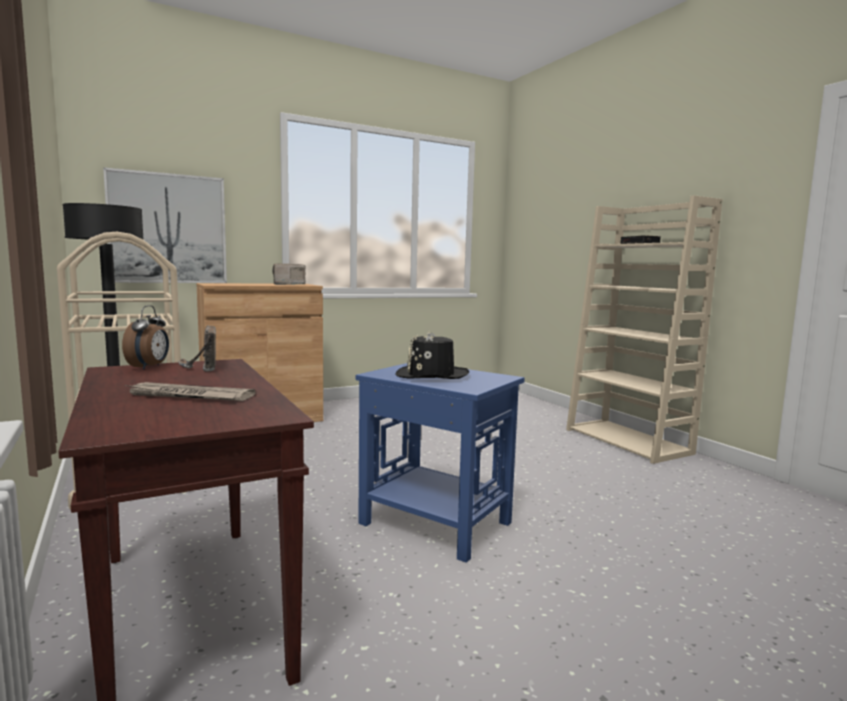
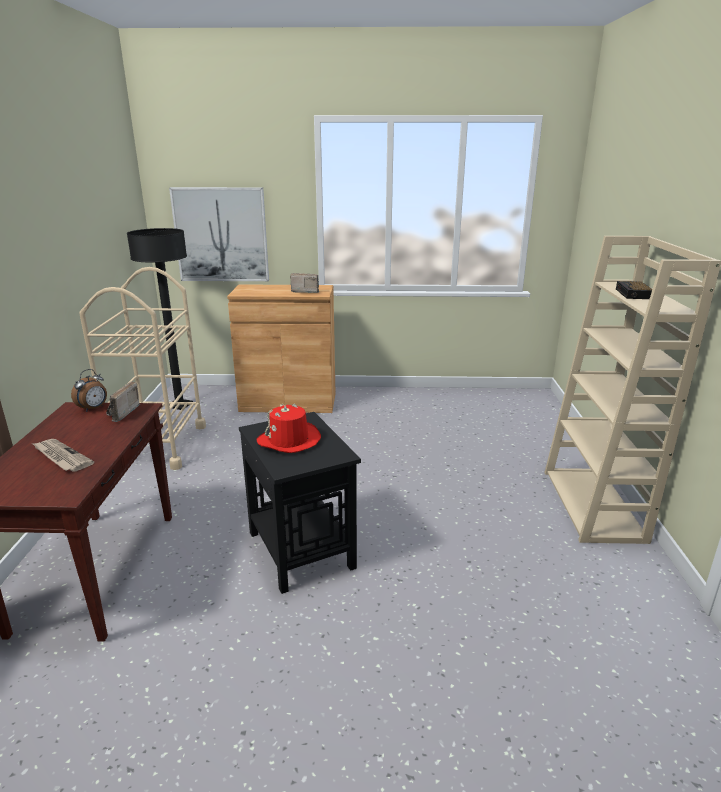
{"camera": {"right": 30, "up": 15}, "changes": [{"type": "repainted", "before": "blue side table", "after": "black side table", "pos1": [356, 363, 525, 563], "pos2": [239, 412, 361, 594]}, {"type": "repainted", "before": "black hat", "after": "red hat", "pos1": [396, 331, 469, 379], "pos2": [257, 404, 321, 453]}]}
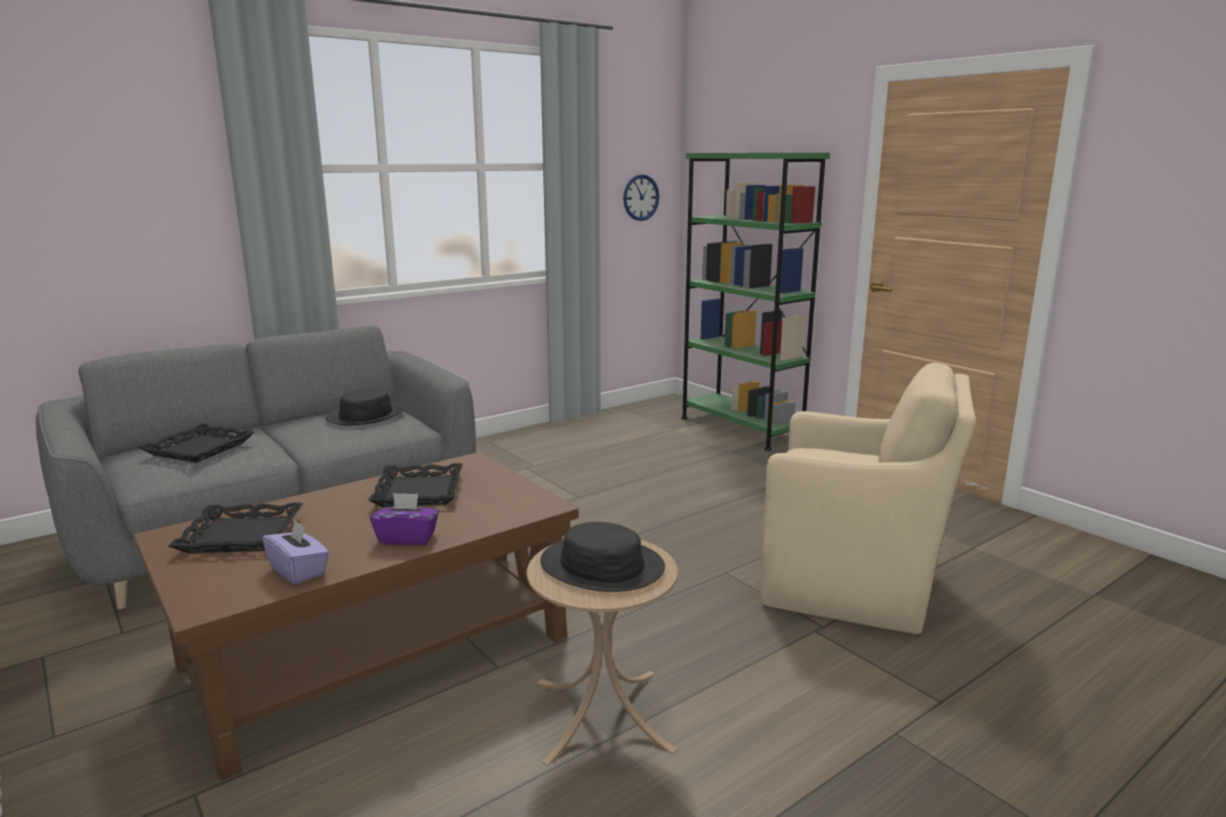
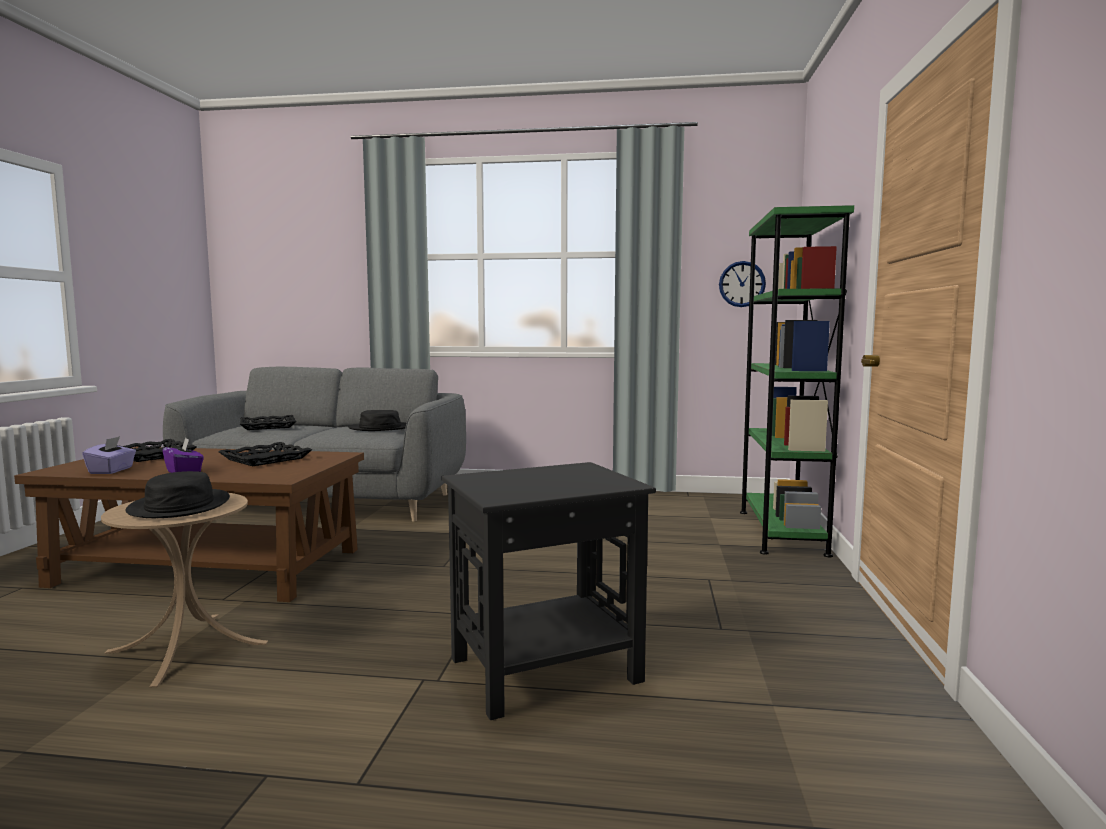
{"camera": {"right": 45, "up": -10}, "changes": [{"type": "swapped", "before": "beige armchair", "after": "black side table", "pos1": [761, 363, 976, 634], "pos2": [442, 462, 656, 720]}]}
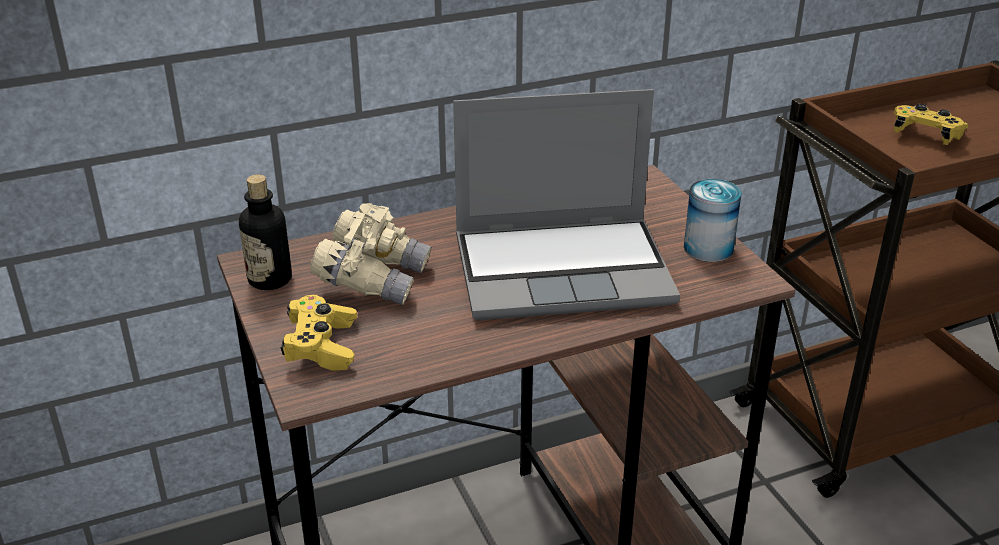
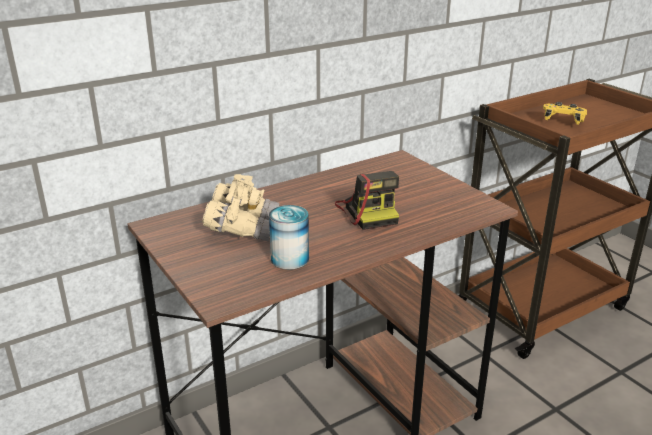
{"camera": {"right": -10, "up": -5}, "changes": [{"type": "shifted", "before": "can", "pos1": [684, 179, 742, 262], "pos2": [269, 205, 309, 269]}, {"type": "swapped", "before": "laptop", "after": "photo camera", "pos1": [453, 89, 680, 320], "pos2": [335, 171, 399, 230]}, {"type": "gone", "before": "bottle", "pos1": [239, 175, 292, 290]}, {"type": "gone", "before": "yellow game controller", "pos1": [280, 295, 357, 371]}]}
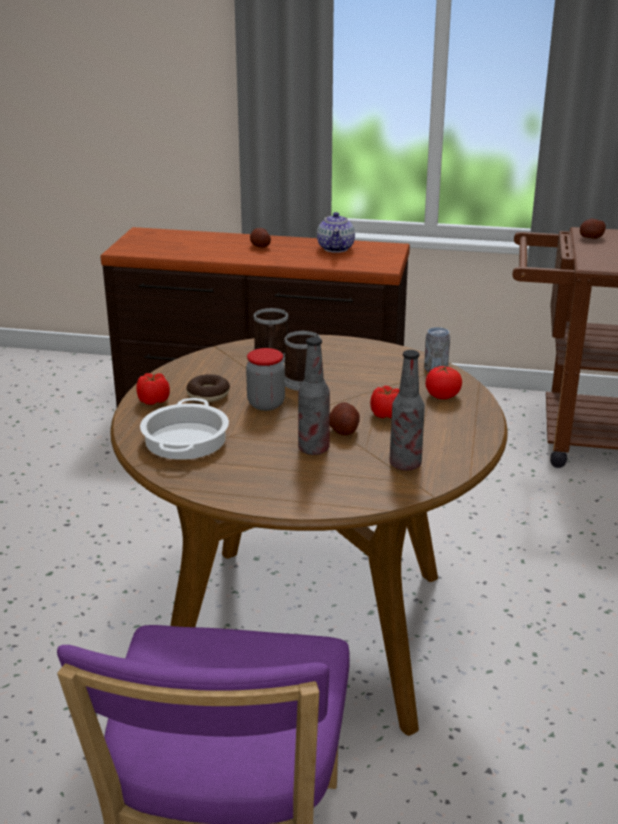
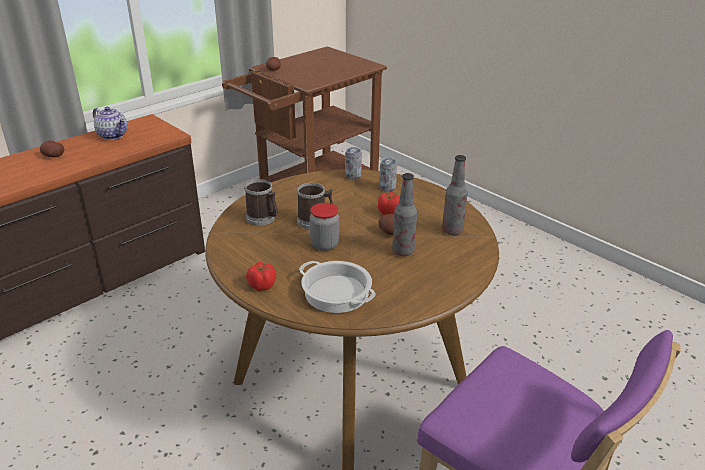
{"camera": {"right": -55, "up": 5}, "changes": [{"type": "swapped", "before": "tomato", "after": "can", "pos1": [425, 366, 462, 399], "pos2": [379, 158, 397, 191]}, {"type": "gone", "before": "donut", "pos1": [186, 374, 230, 402]}]}
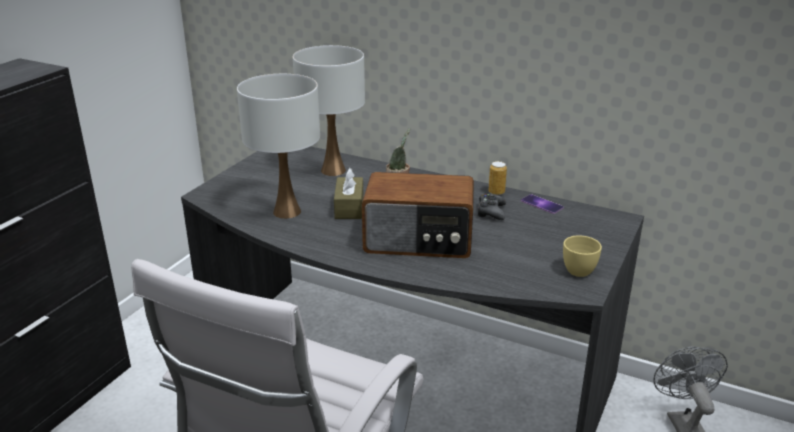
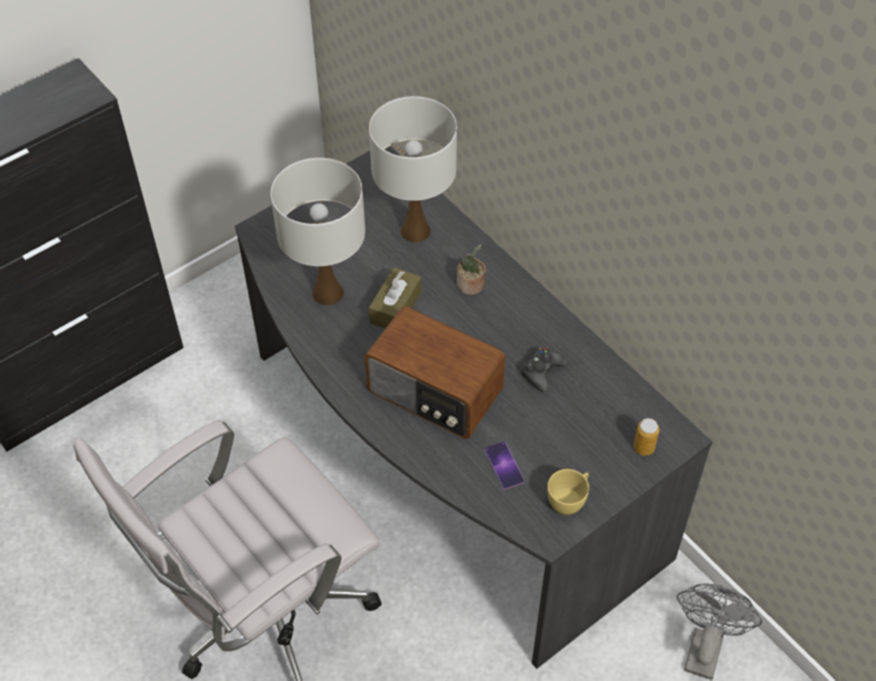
{"camera": {"right": 25, "up": 25}, "changes": [{"type": "shifted", "before": "phone", "pos1": [521, 194, 564, 214], "pos2": [484, 441, 525, 490]}, {"type": "shifted", "before": "can", "pos1": [489, 161, 507, 195], "pos2": [634, 418, 659, 456]}]}
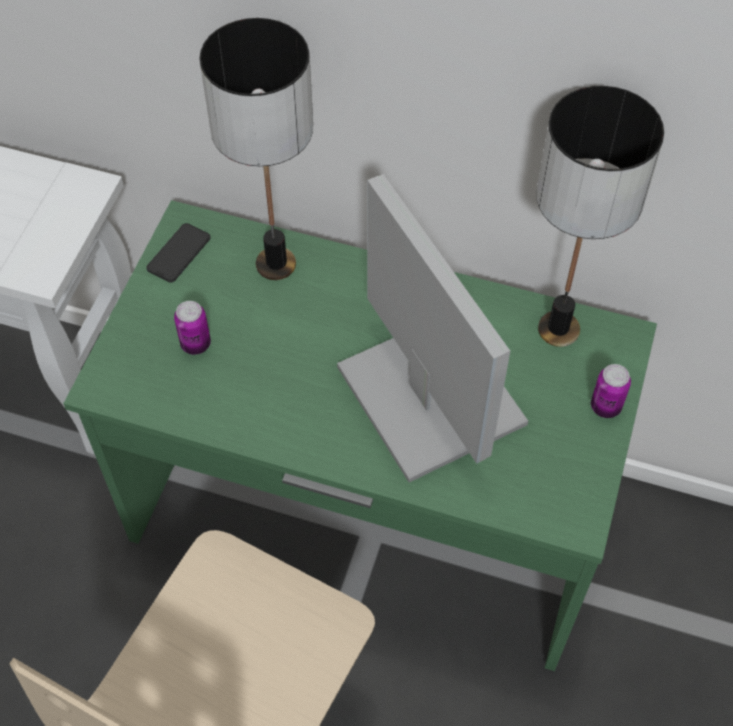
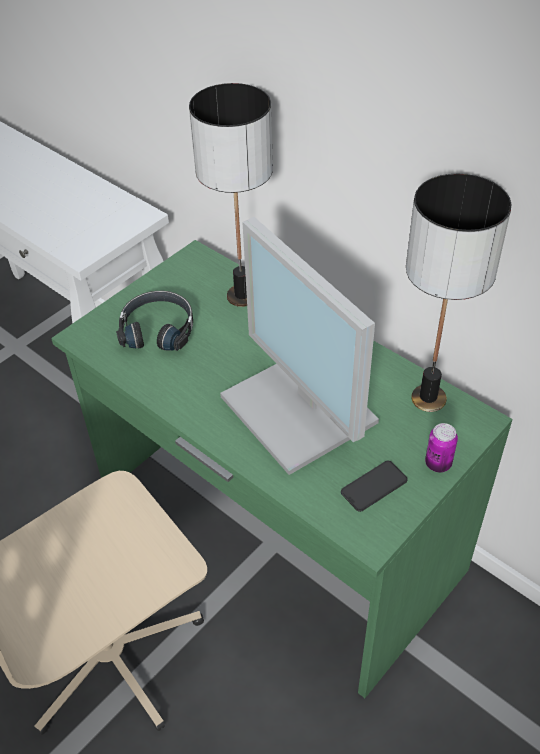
{"camera": {"right": 25, "up": -10}, "changes": [{"type": "swapped", "before": "can", "after": "black headphones", "pos1": [174, 301, 211, 355], "pos2": [116, 291, 193, 351]}, {"type": "rotated", "before": "monitor", "pos1": [337, 174, 528, 482], "pos2": [220, 217, 379, 475], "turn": 150}, {"type": "shifted", "before": "phone", "pos1": [146, 223, 210, 283], "pos2": [341, 461, 408, 512]}]}
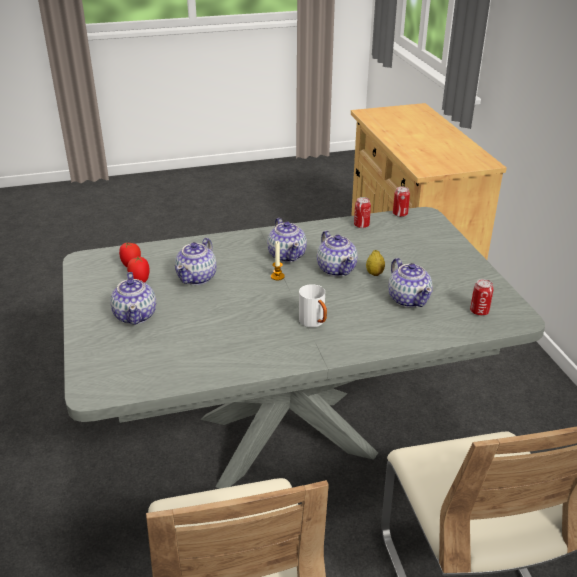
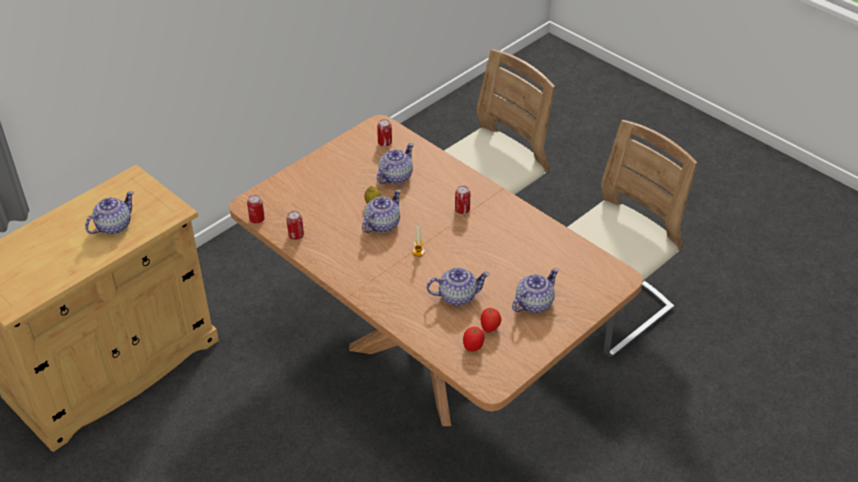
{"camera": {"right": -120, "up": 10}, "changes": [{"type": "shifted", "before": "teapot", "pos1": [267, 218, 307, 262], "pos2": [85, 191, 134, 234]}, {"type": "repainted", "before": "grey dining table", "after": "brown dining table", "pos1": [63, 207, 545, 489], "pos2": [229, 115, 643, 426]}, {"type": "swapped", "before": "white mug", "after": "can", "pos1": [299, 284, 327, 327], "pos2": [455, 186, 470, 214]}]}
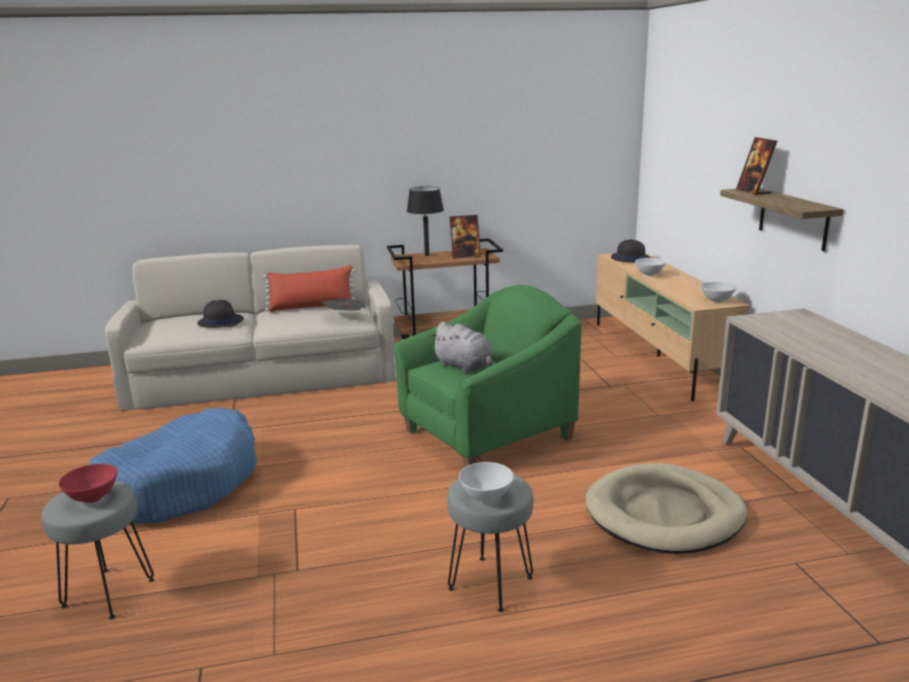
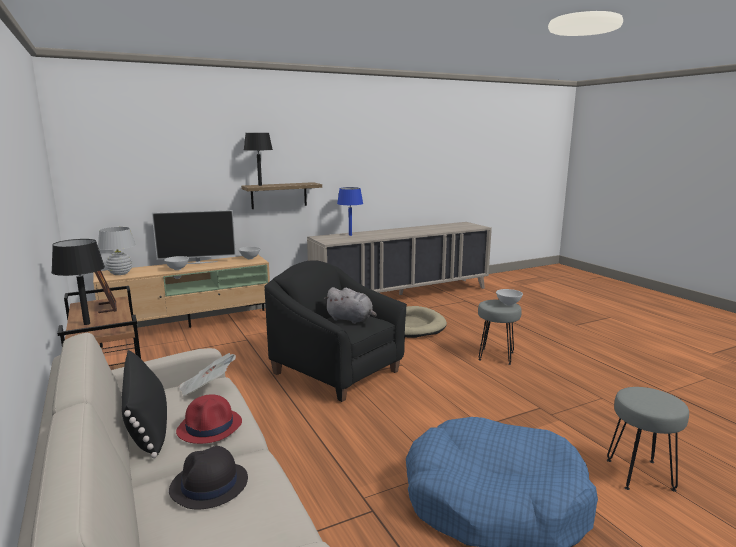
{"camera": {"right": -105, "up": -5}, "changes": [{"type": "swapped", "before": "black hat", "after": "white table lamp", "pos1": [611, 239, 650, 263], "pos2": [98, 227, 136, 275]}, {"type": "repainted", "before": "red pillow", "after": "black pillow", "pos1": [264, 265, 355, 312], "pos2": [122, 350, 167, 458]}, {"type": "new", "after": "television", "pos2": [152, 210, 236, 264]}, {"type": "new", "after": "red hat", "pos2": [176, 394, 242, 444]}, {"type": "swapped", "before": "picture frame", "after": "black table lamp", "pos1": [736, 137, 777, 195], "pos2": [244, 133, 273, 186]}, {"type": "repainted", "before": "green armchair", "after": "black armchair", "pos1": [393, 285, 582, 468], "pos2": [264, 260, 407, 402]}, {"type": "rotated", "before": "grey plush toy", "pos1": [430, 322, 493, 373], "pos2": [324, 287, 377, 324], "turn": 90}, {"type": "new", "after": "blue table lamp", "pos2": [337, 187, 363, 236]}, {"type": "gone", "before": "red bowl", "pos1": [58, 464, 117, 503]}]}
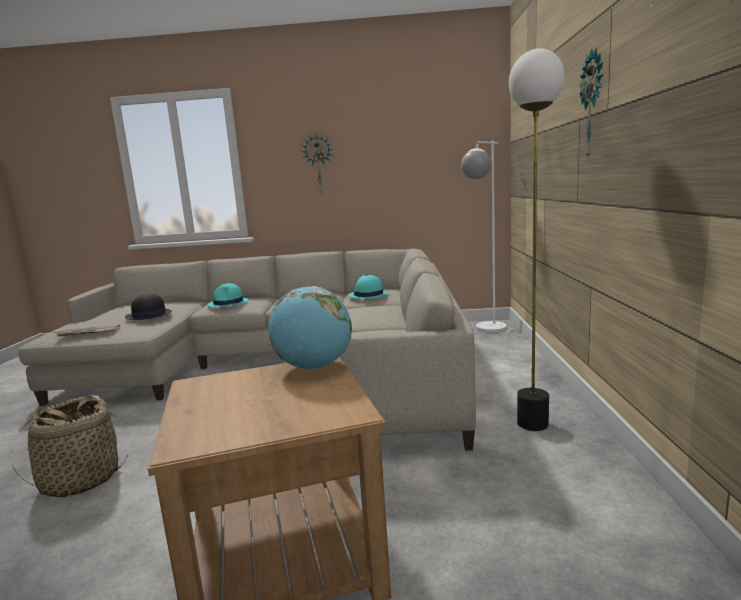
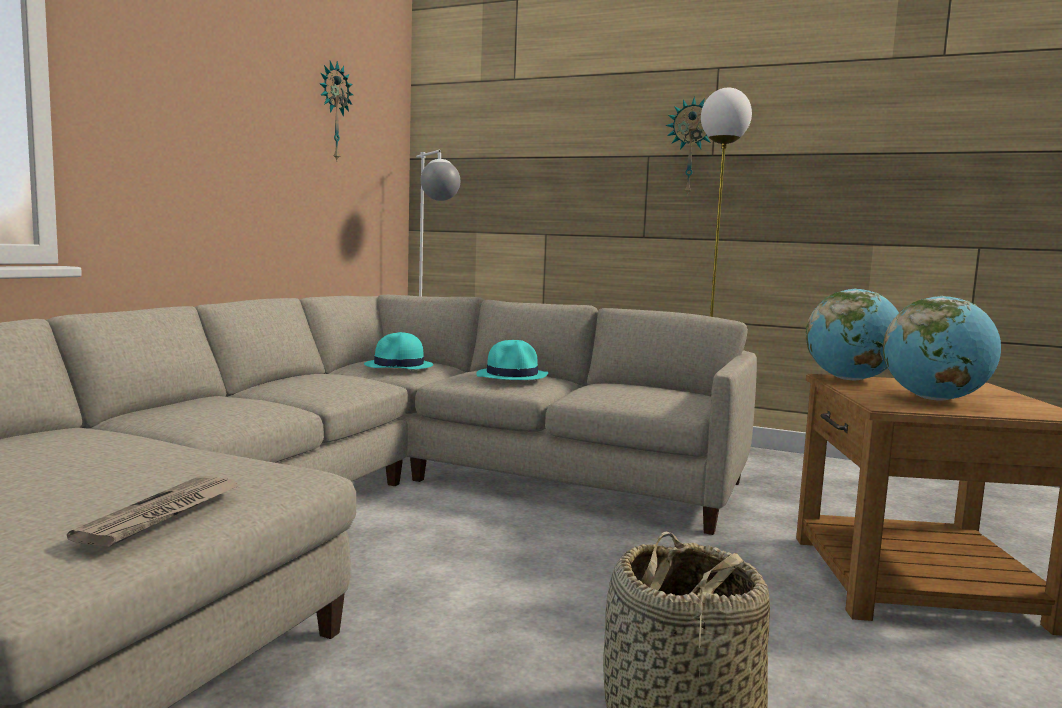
{"camera": {"right": -70, "up": -5}, "changes": [{"type": "shifted", "before": "wall clock", "pos1": [301, 133, 333, 193], "pos2": [319, 61, 353, 161]}, {"type": "shifted", "before": "turquoise hat", "pos1": [207, 283, 249, 307], "pos2": [476, 340, 548, 380]}, {"type": "new", "after": "globe", "pos2": [883, 296, 1001, 401]}, {"type": "gone", "before": "black hat", "pos1": [125, 294, 173, 320]}]}
